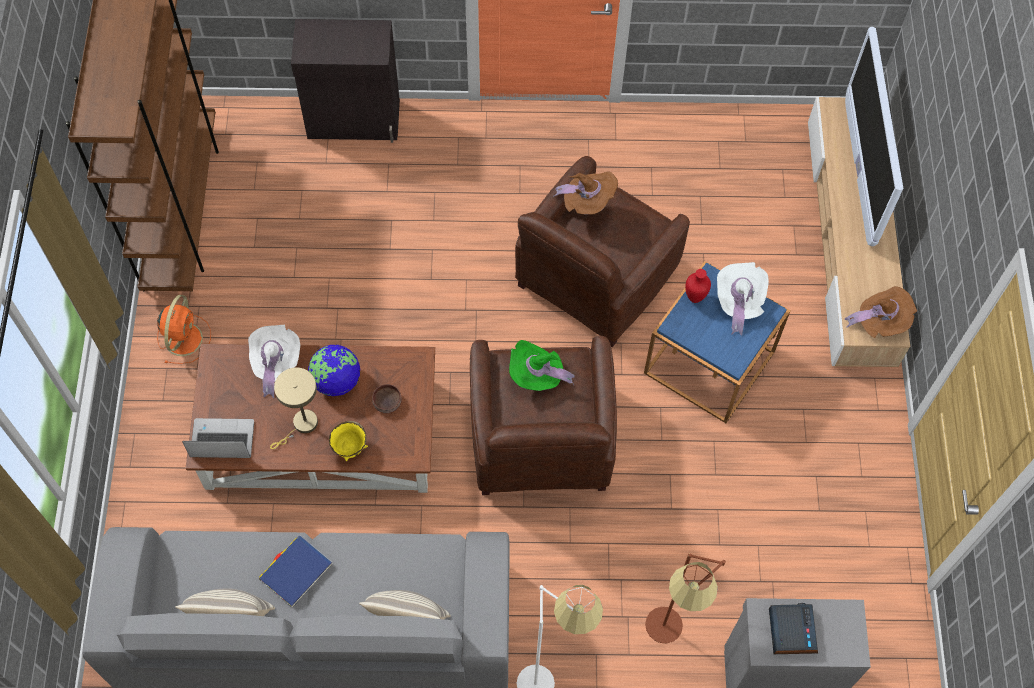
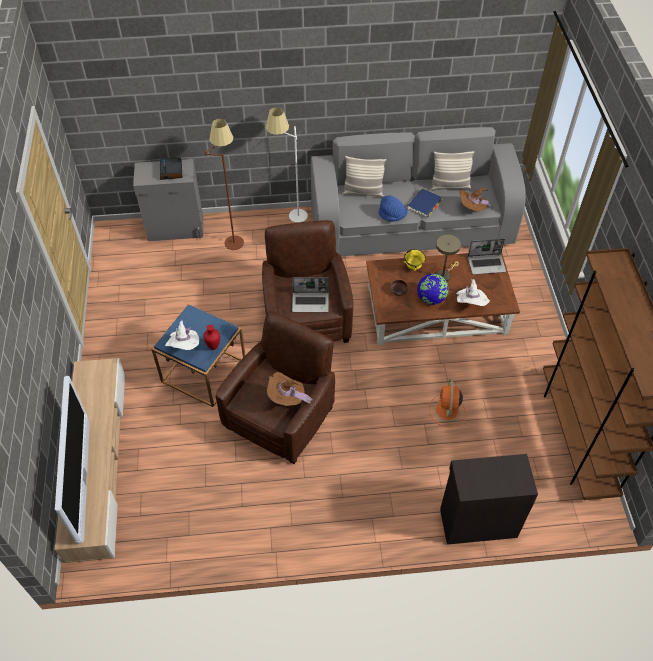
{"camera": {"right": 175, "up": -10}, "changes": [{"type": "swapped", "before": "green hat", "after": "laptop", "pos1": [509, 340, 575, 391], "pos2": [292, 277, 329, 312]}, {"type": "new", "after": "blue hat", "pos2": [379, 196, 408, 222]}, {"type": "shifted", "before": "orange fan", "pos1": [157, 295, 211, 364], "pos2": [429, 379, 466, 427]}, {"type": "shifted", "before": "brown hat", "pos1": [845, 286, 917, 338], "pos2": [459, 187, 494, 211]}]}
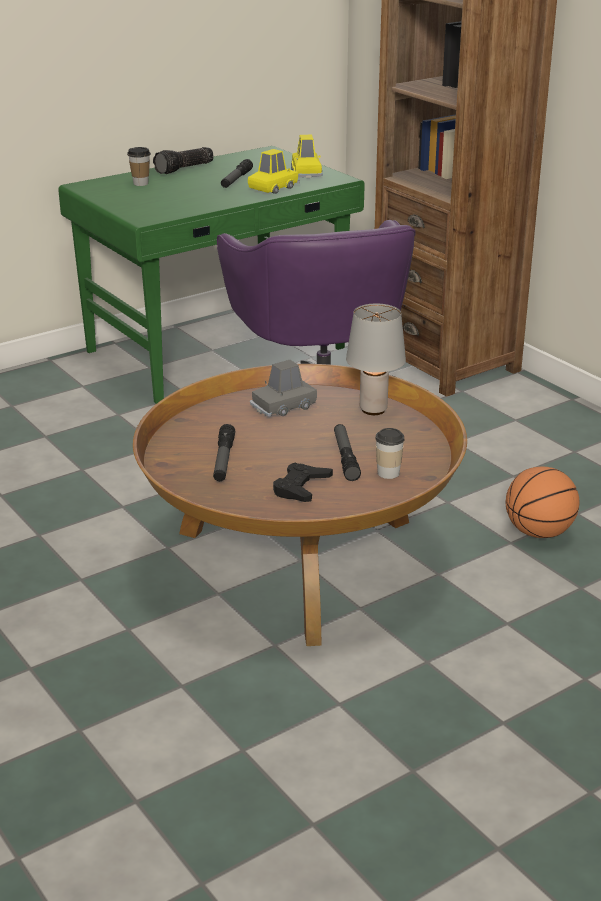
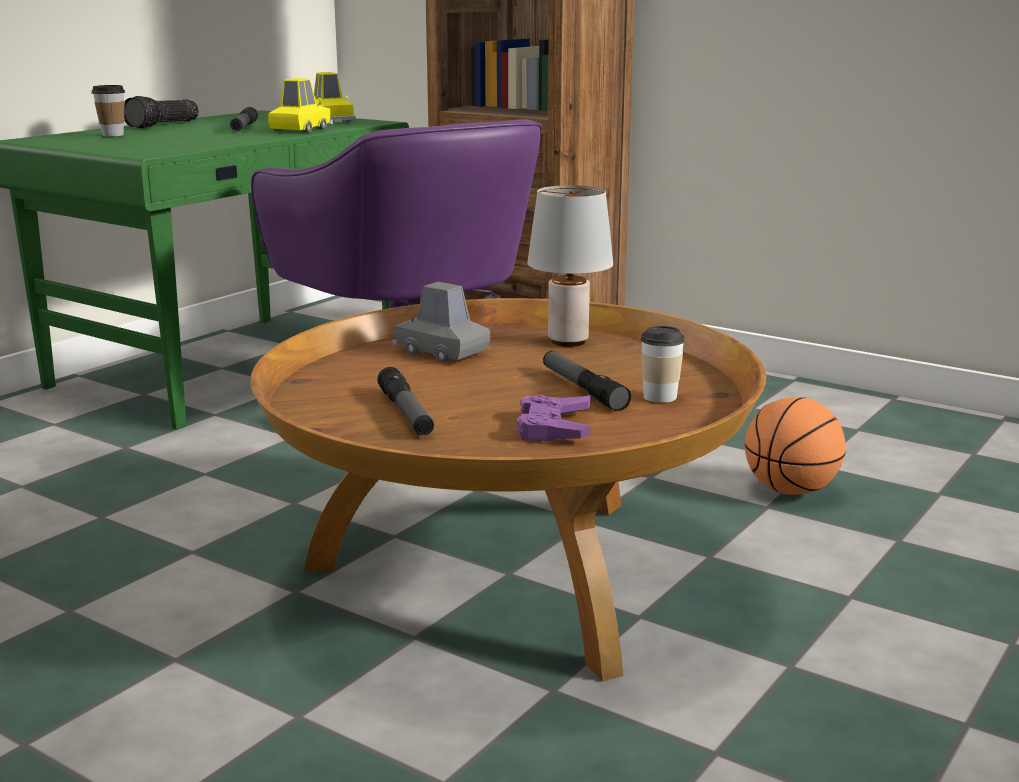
{"camera": {"right": -20, "up": -10}, "changes": [{"type": "rotated", "before": "grey toy car", "pos1": [250, 360, 317, 417], "pos2": [392, 282, 490, 362], "turn": 90}, {"type": "repainted", "before": "black game controller", "after": "purple game controller", "pos1": [273, 463, 333, 502], "pos2": [517, 395, 590, 441]}]}
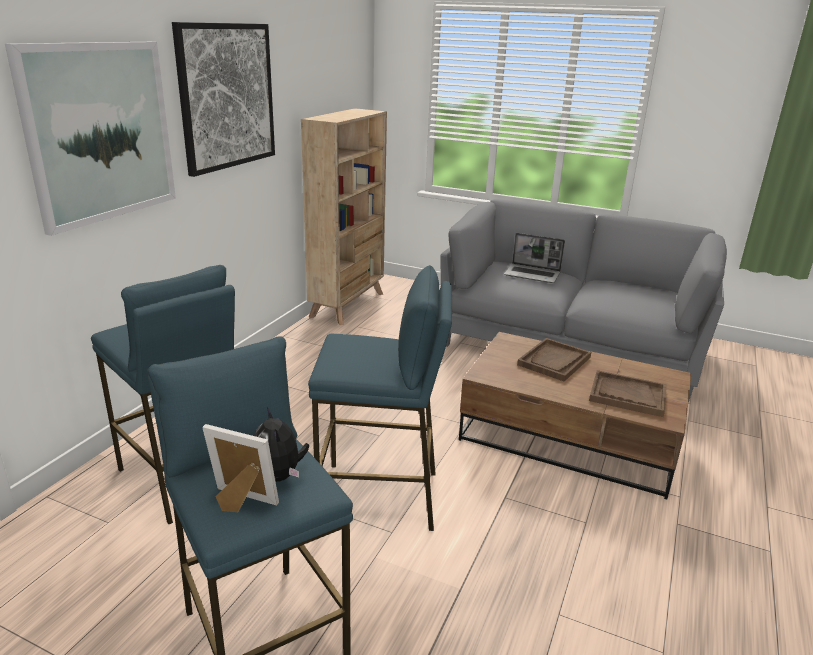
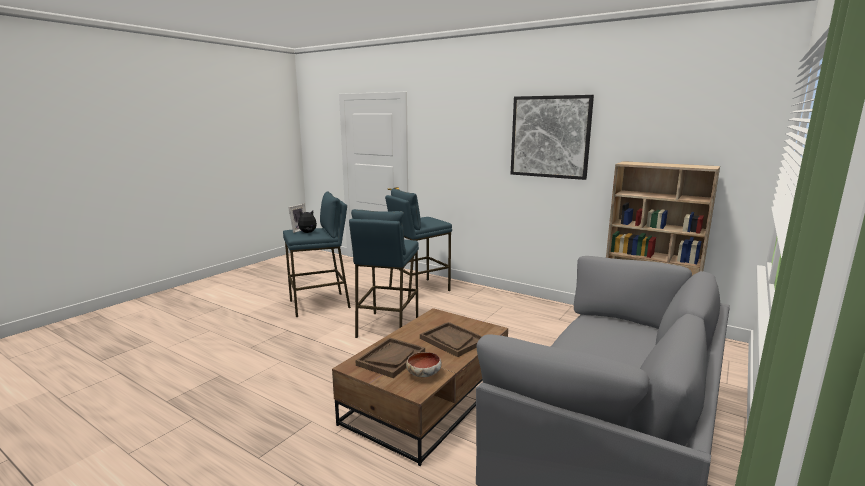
{"camera": {"right": 100, "up": -10}, "changes": [{"type": "new", "after": "bowl", "pos2": [406, 352, 442, 377]}, {"type": "gone", "before": "picture", "pos1": [5, 42, 176, 236]}, {"type": "gone", "before": "laptop", "pos1": [504, 233, 565, 283]}]}
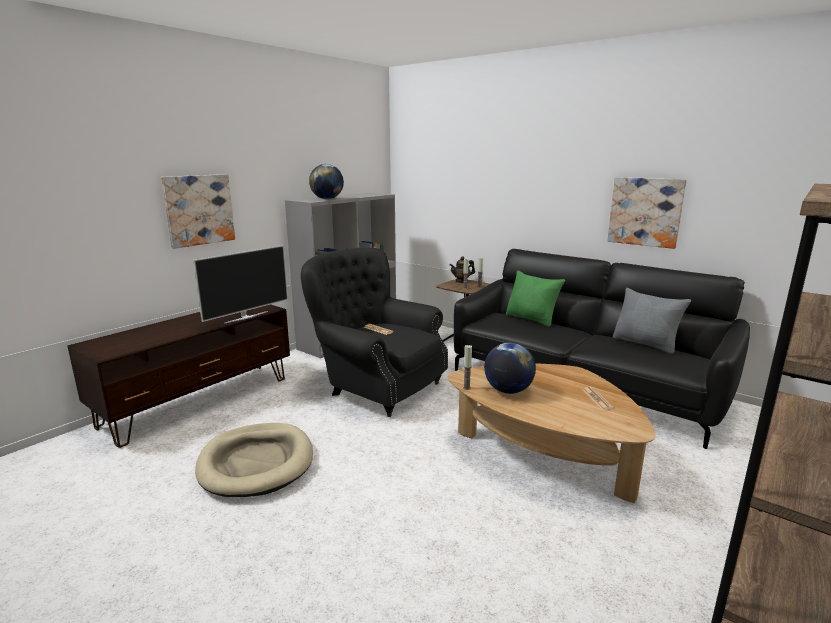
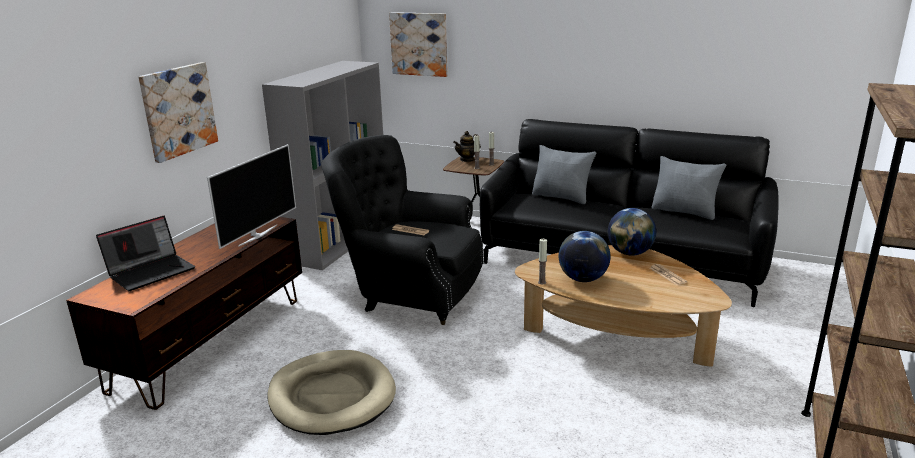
{"camera": {"right": -15, "up": 5}, "changes": [{"type": "new", "after": "laptop", "pos2": [96, 216, 195, 291]}, {"type": "shifted", "before": "picture", "pos1": [607, 177, 687, 249], "pos2": [389, 12, 448, 77]}, {"type": "repainted", "before": "green pillow", "after": "grey pillow", "pos1": [506, 270, 565, 327], "pos2": [532, 145, 596, 204]}, {"type": "shifted", "before": "globe", "pos1": [309, 164, 344, 199], "pos2": [608, 208, 656, 256]}]}
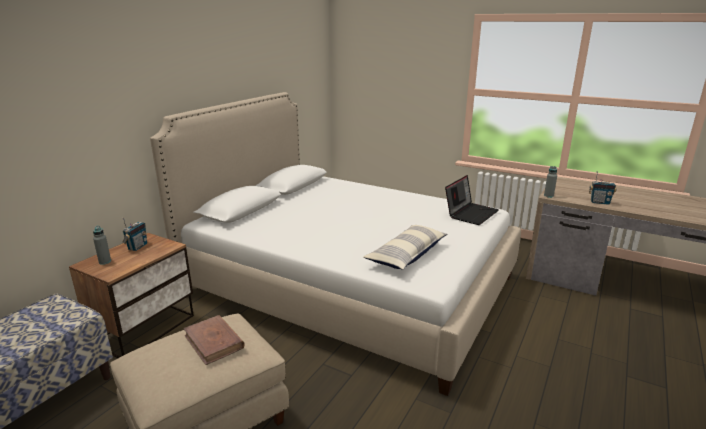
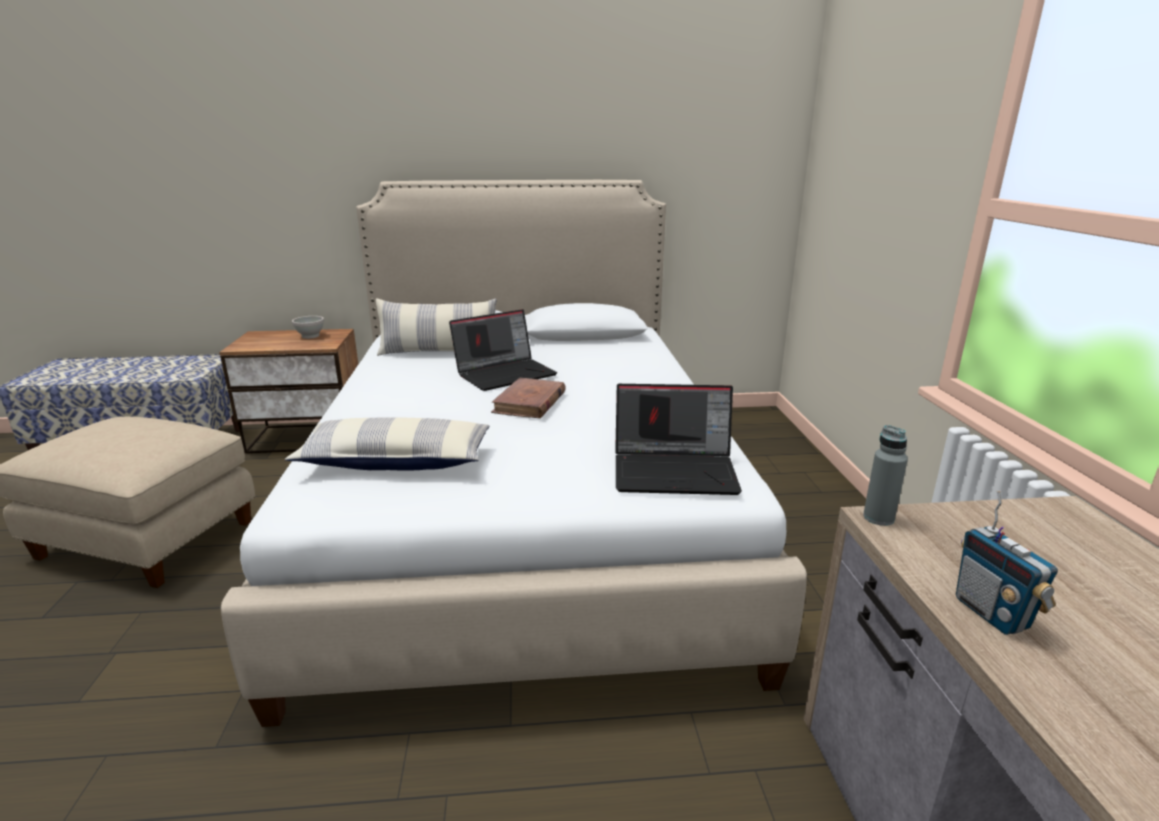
{"camera": {"right": 55, "up": 0}, "changes": [{"type": "swapped", "before": "radio", "after": "white bowl", "pos1": [122, 218, 147, 251], "pos2": [292, 316, 324, 339]}, {"type": "new", "after": "pillow", "pos2": [376, 298, 496, 356]}, {"type": "new", "after": "laptop", "pos2": [449, 309, 557, 391]}, {"type": "shifted", "before": "brown book", "pos1": [183, 315, 245, 365], "pos2": [491, 378, 566, 419]}, {"type": "gone", "before": "grey bottle", "pos1": [93, 226, 111, 265]}]}
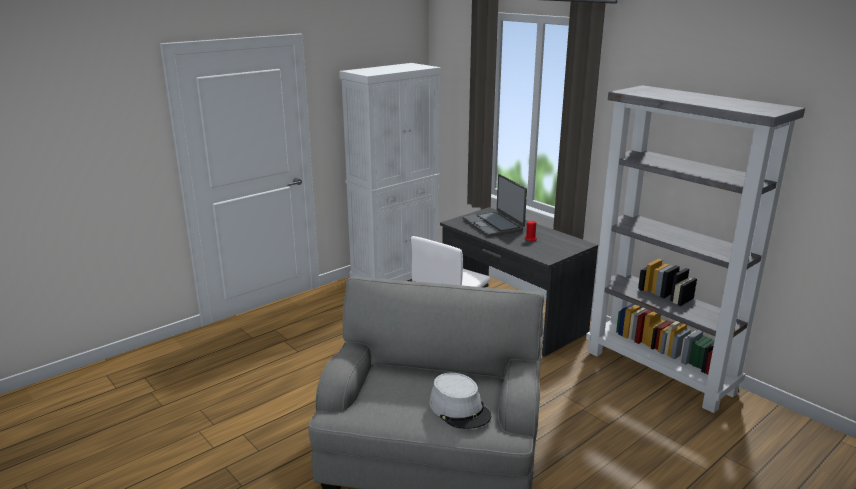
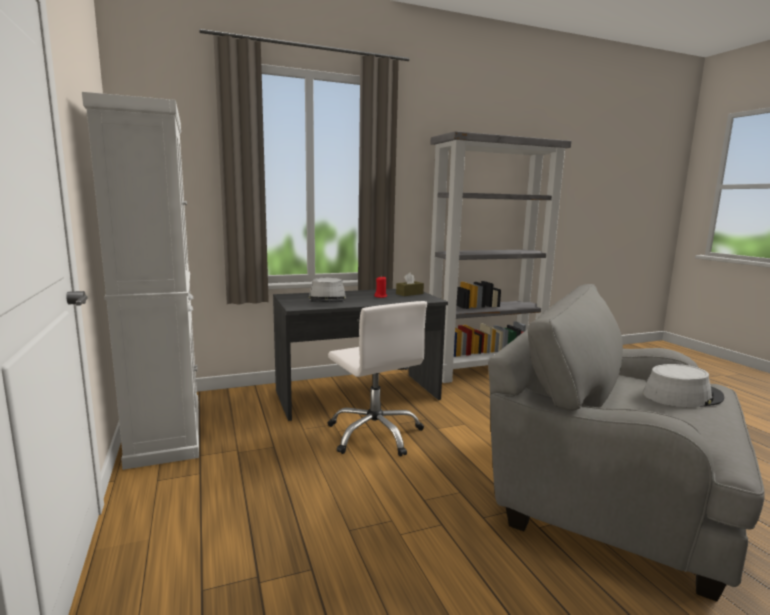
{"camera": {"right": -70, "up": -10}, "changes": [{"type": "swapped", "before": "laptop", "after": "grey hat", "pos1": [463, 174, 527, 237], "pos2": [309, 278, 346, 302]}, {"type": "new", "after": "brown tissue box", "pos2": [396, 273, 424, 296]}]}
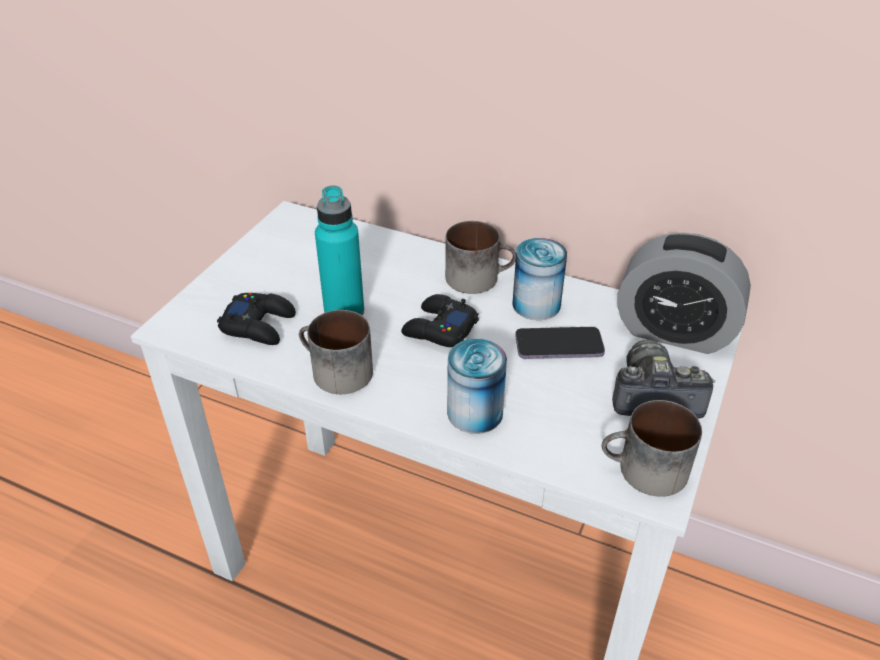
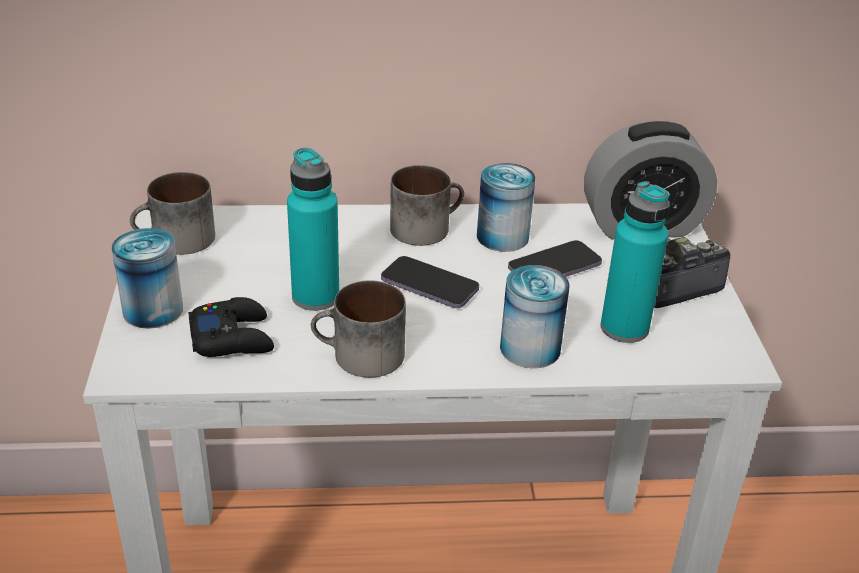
{"camera": {"right": -30, "up": -5}, "changes": [{"type": "new", "after": "can", "pos2": [111, 228, 183, 329]}, {"type": "shifted", "before": "mug", "pos1": [601, 400, 702, 497], "pos2": [130, 172, 215, 255]}, {"type": "swapped", "before": "black game controller", "after": "phone", "pos1": [401, 294, 479, 347], "pos2": [381, 256, 479, 308]}, {"type": "new", "after": "turquoise bottle", "pos2": [600, 181, 670, 343]}]}
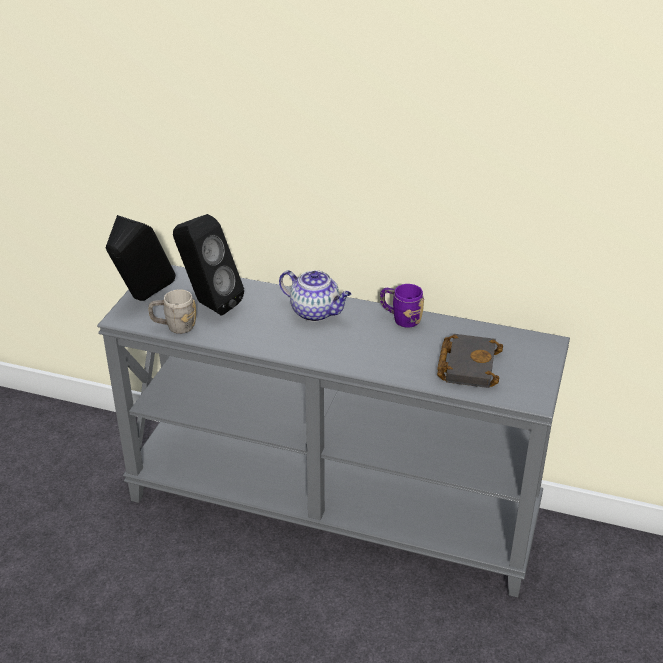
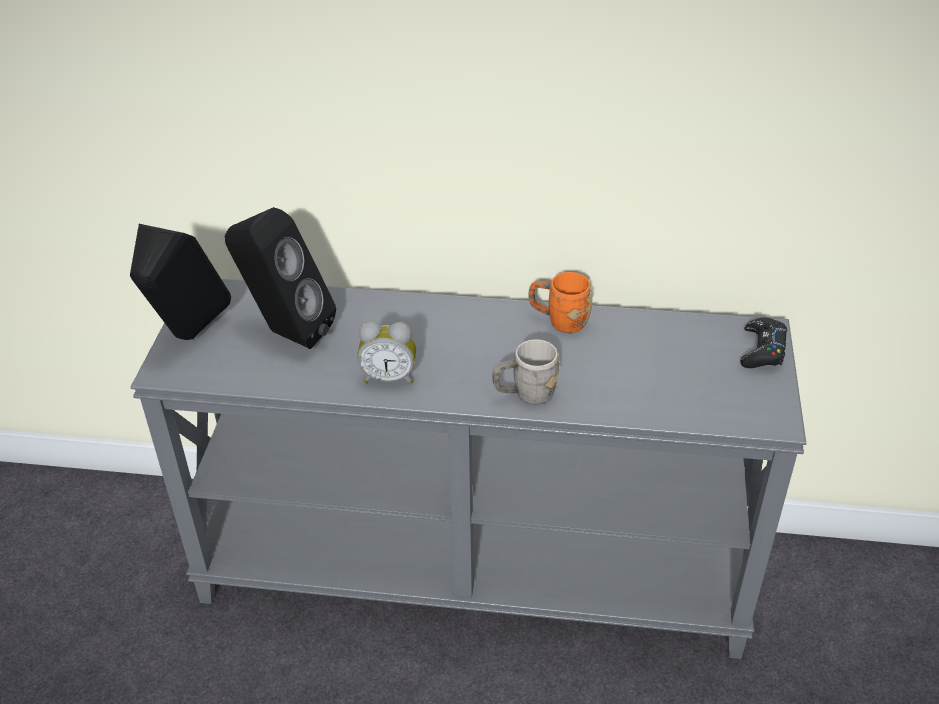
{"camera": {"right": -10, "up": 5}, "changes": [{"type": "new", "after": "alarm clock", "pos2": [357, 321, 416, 385]}, {"type": "shifted", "before": "grey mug", "pos1": [148, 289, 196, 334], "pos2": [492, 339, 560, 405]}, {"type": "repainted", "before": "purple mug", "after": "orange mug", "pos1": [380, 284, 424, 328], "pos2": [529, 272, 593, 333]}, {"type": "new", "after": "black game controller", "pos2": [740, 317, 787, 368]}, {"type": "gone", "before": "teapot", "pos1": [279, 270, 351, 322]}, {"type": "gone", "before": "black book", "pos1": [437, 334, 503, 388]}]}
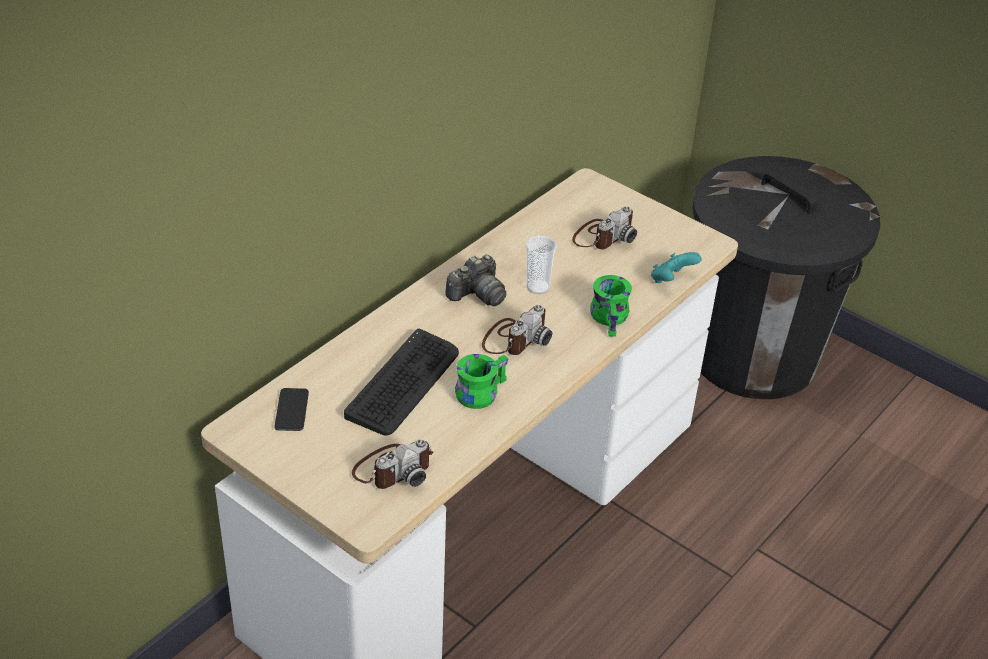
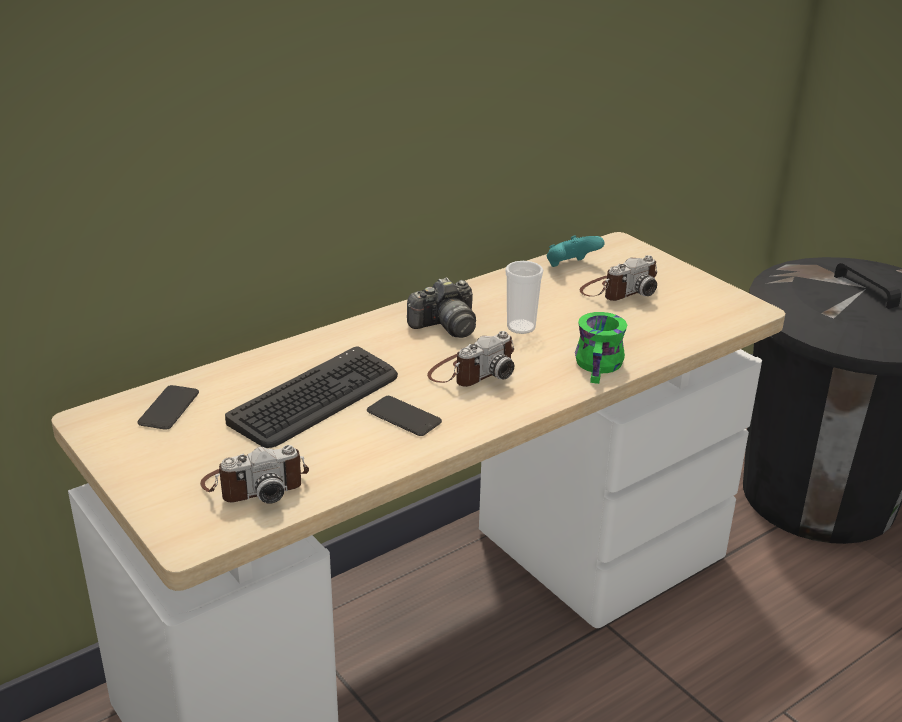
{"camera": {"right": 15, "up": -10}, "changes": [{"type": "swapped", "before": "green mug", "after": "phone", "pos1": [455, 354, 509, 409], "pos2": [367, 396, 442, 436]}, {"type": "shifted", "before": "turquoise game controller", "pos1": [651, 252, 702, 283], "pos2": [547, 235, 605, 267]}]}
